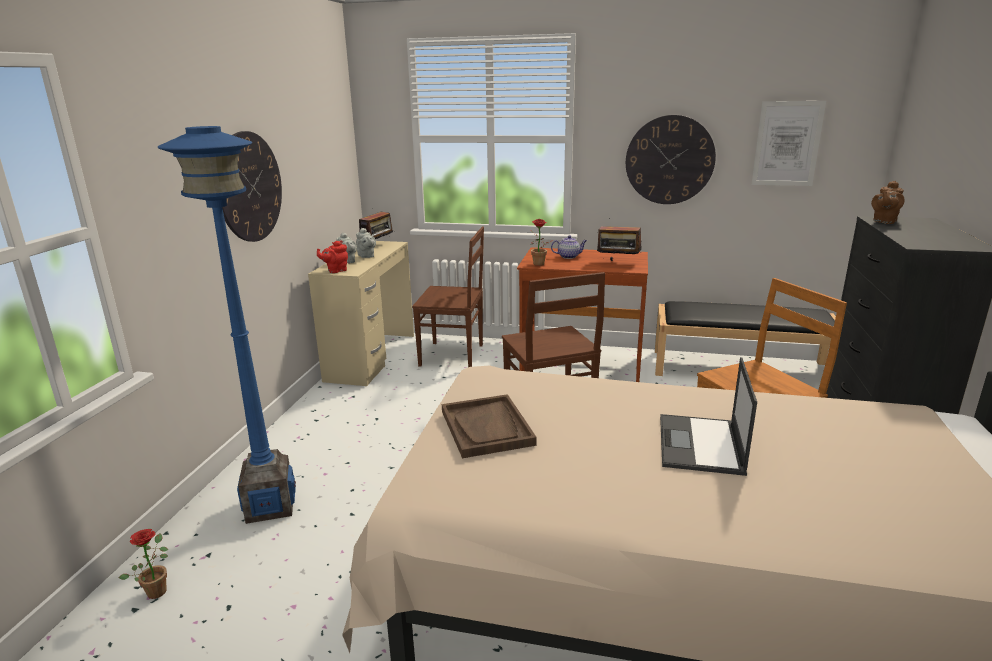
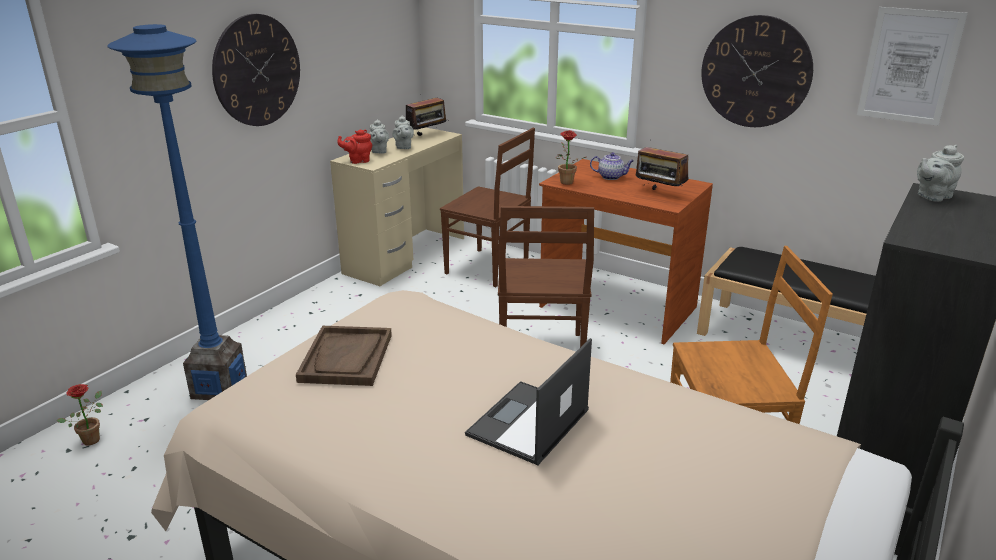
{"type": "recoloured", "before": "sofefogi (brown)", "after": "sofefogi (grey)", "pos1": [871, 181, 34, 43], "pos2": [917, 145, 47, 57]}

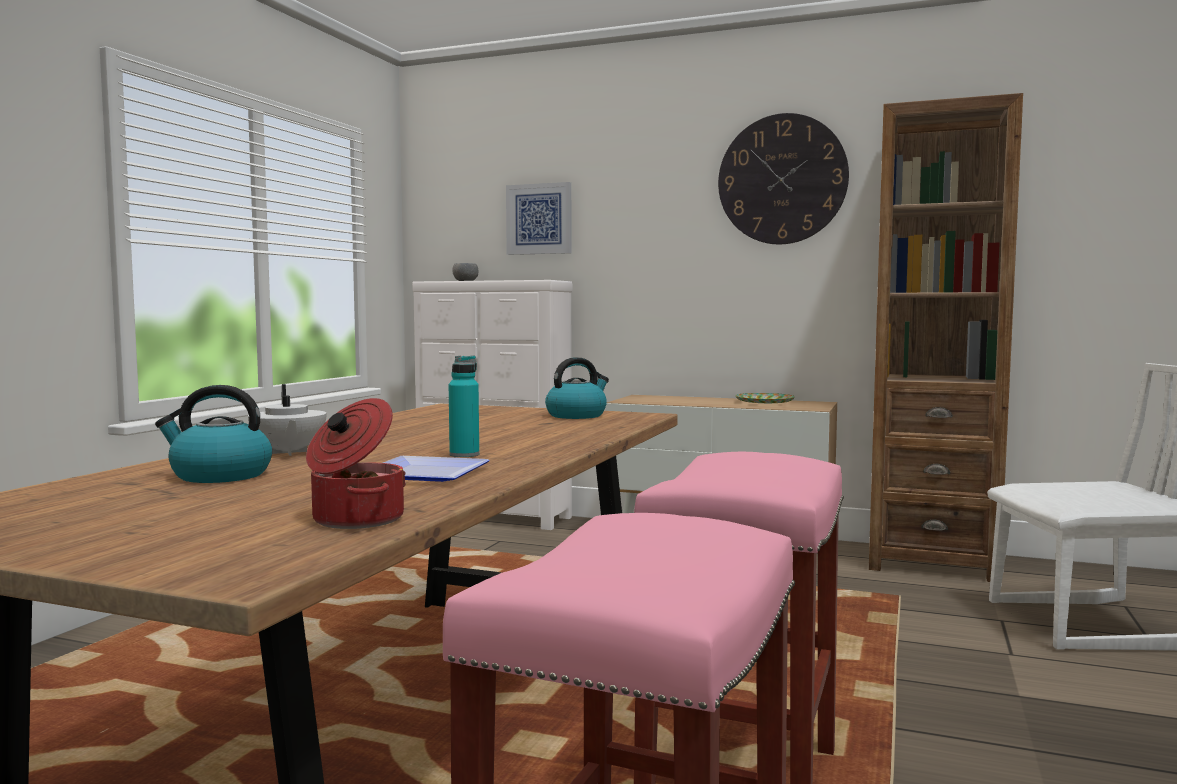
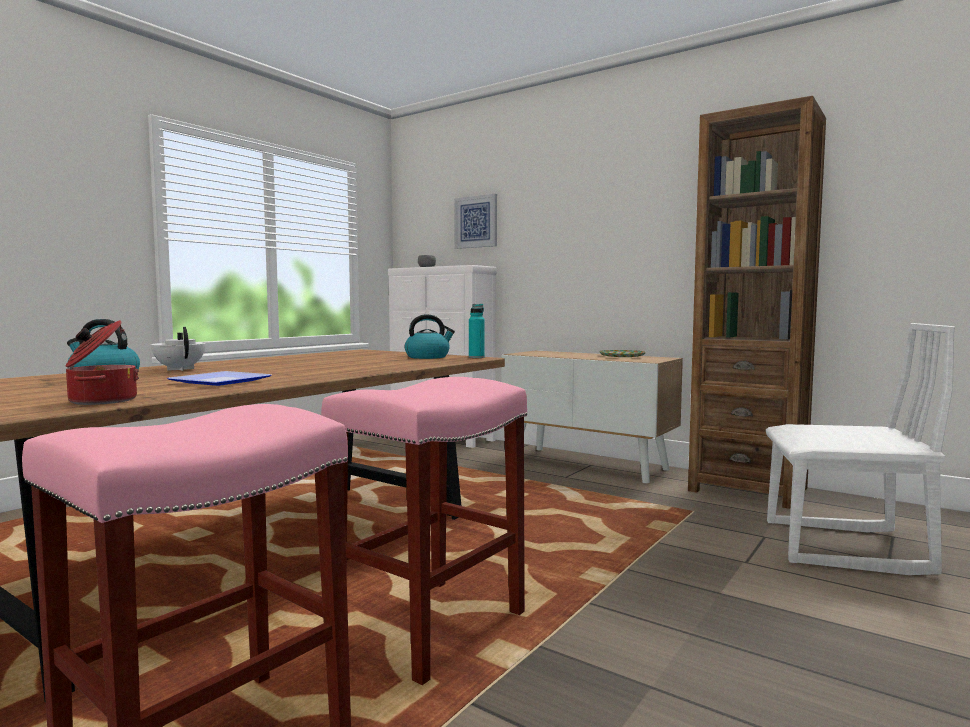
{"type": "removed", "before": "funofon", "pos1": [718, 113, 131, 131]}
{"type": "moved", "before": "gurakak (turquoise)", "pos1": [449, 355, 30, 102], "pos2": [469, 304, 16, 54]}
{"type": "turned", "before": "sofefogi (white)", "pos1": [248, 384, 78, 72], "pos2": [151, 327, 55, 44], "turn": 150}

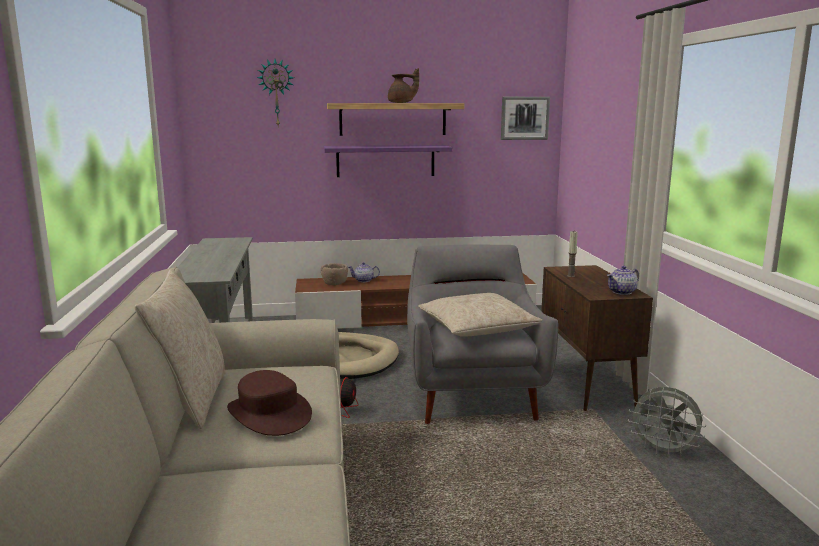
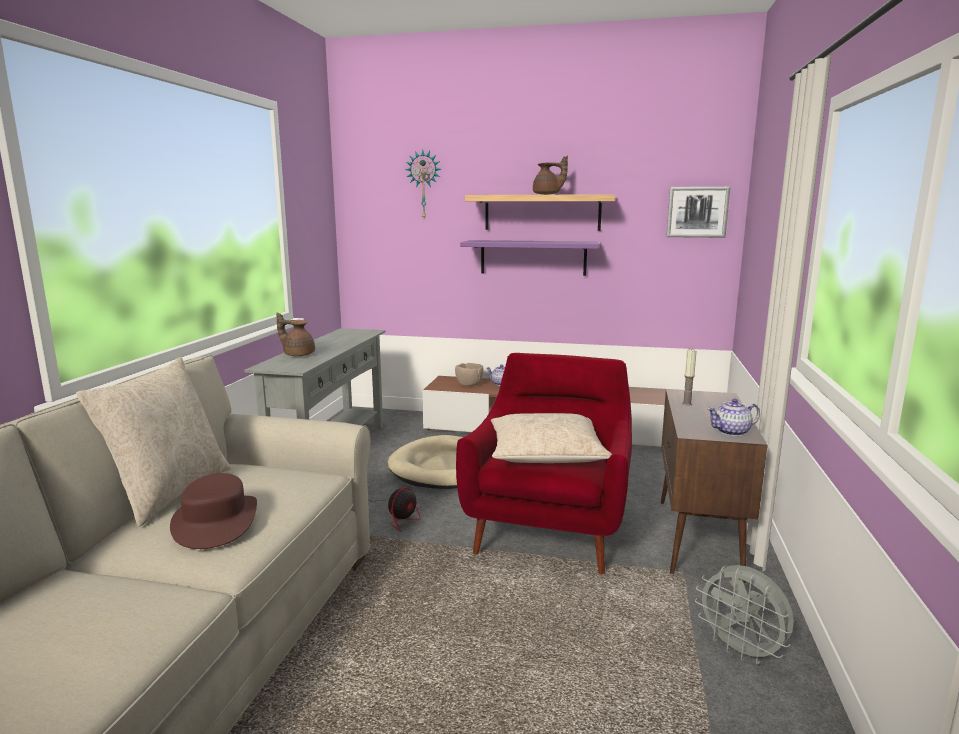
{"type": "recoloured", "before": "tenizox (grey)", "after": "tenizox (red)", "pos1": [407, 245, 151, 179], "pos2": [456, 353, 176, 222]}
{"type": "added", "after": "sofefogi (brown)", "pos2": [276, 313, 39, 43]}

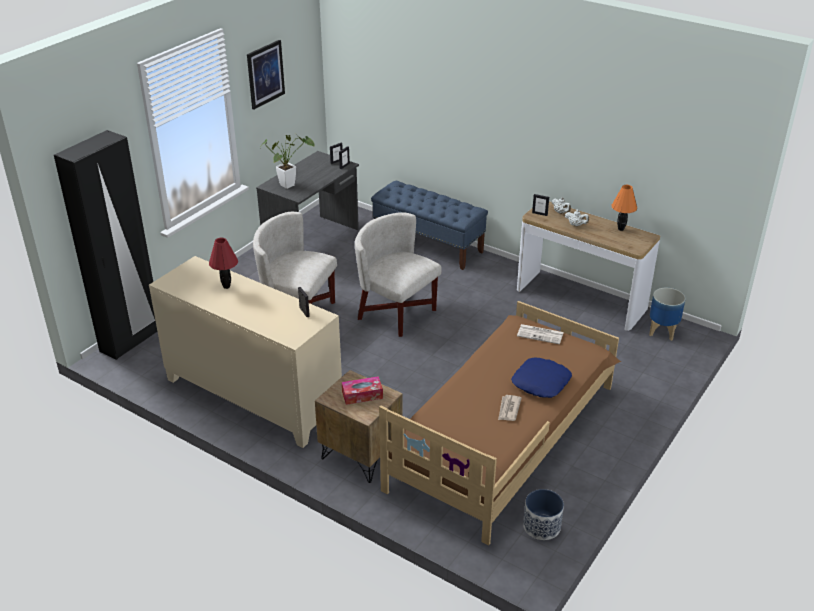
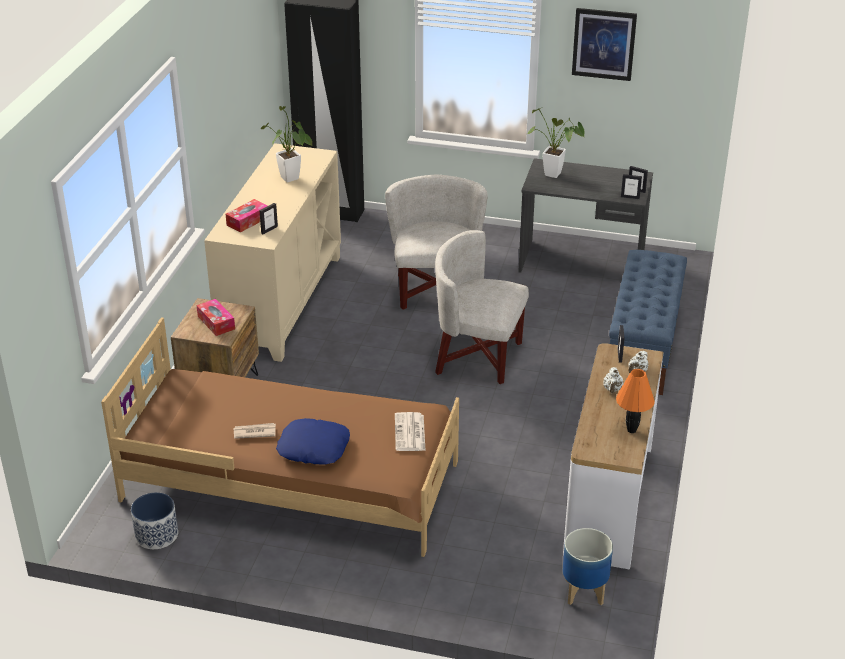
{"type": "turned", "before": "tenizox (white)", "pos1": [355, 212, 87, 125], "pos2": [435, 230, 94, 154], "turn": -90}
{"type": "replaced", "before": "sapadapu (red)", "after": "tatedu", "pos1": [209, 238, 29, 51], "pos2": [261, 106, 51, 76]}
{"type": "added", "after": "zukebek", "pos2": [226, 199, 42, 34]}

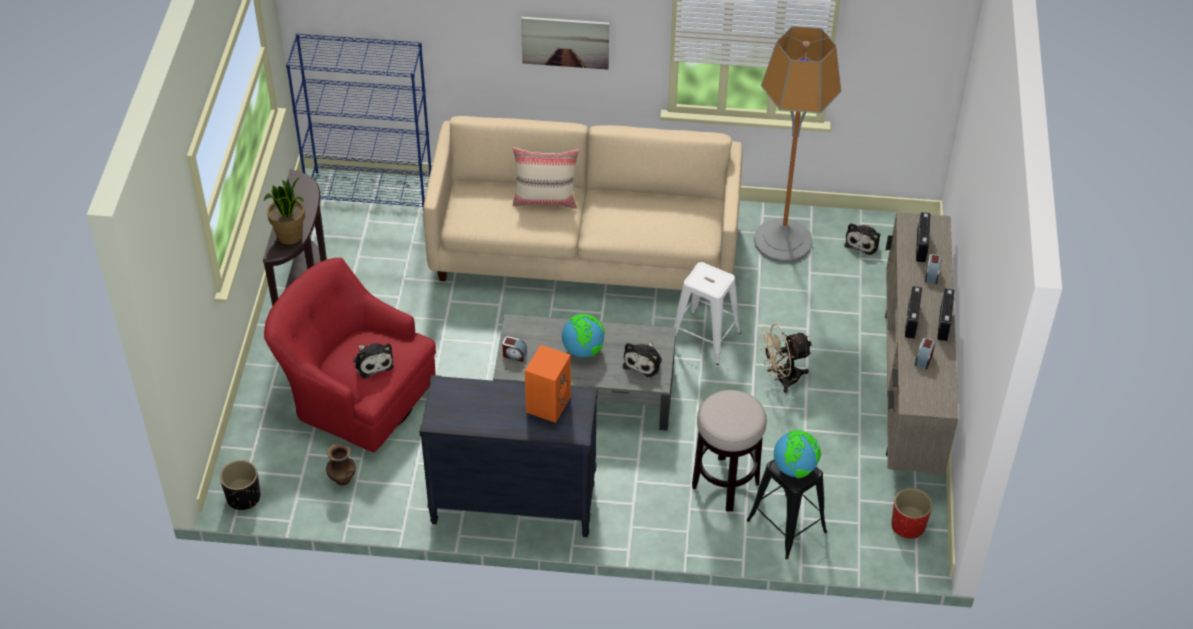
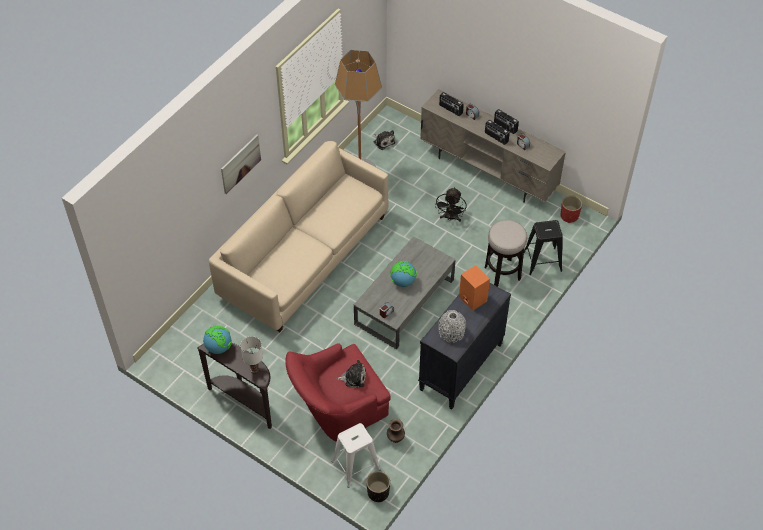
{"type": "removed", "before": "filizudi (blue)", "pos1": [286, 33, 145, 174]}
{"type": "removed", "before": "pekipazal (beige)", "pos1": [513, 147, 66, 62]}
{"type": "replaced", "before": "tatedu", "after": "sapadapu (white)", "pos1": [263, 176, 42, 69], "pos2": [240, 336, 23, 38]}
{"type": "moved", "before": "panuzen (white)", "pos1": [674, 262, 67, 103], "pos2": [332, 423, 49, 65]}
{"type": "recoloured", "before": "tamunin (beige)", "after": "tamunin (black)", "pos1": [759, 324, 53, 69], "pos2": [435, 187, 32, 35]}
{"type": "removed", "before": "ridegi", "pos1": [623, 342, 39, 35]}
{"type": "moved", "before": "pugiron", "pos1": [774, 430, 47, 48], "pos2": [203, 326, 29, 28]}
{"type": "added", "after": "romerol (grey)", "pos2": [438, 310, 28, 33]}

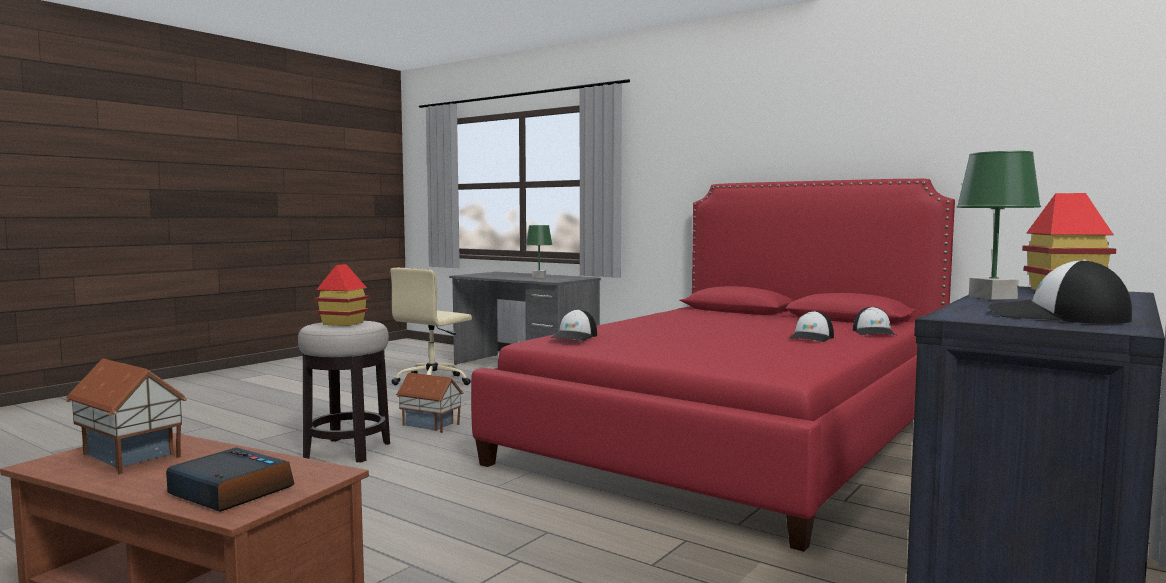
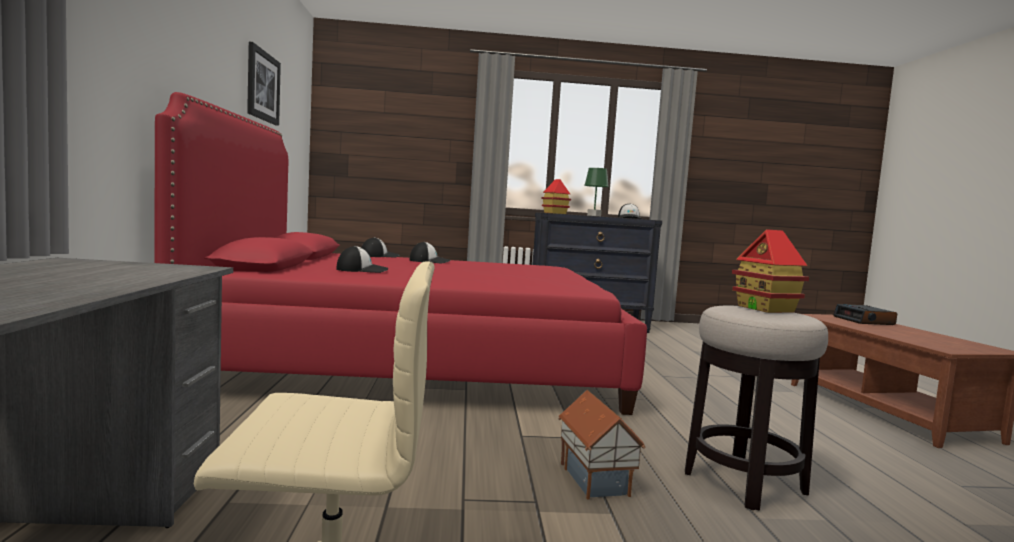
{"type": "removed", "before": "sapadapu (green)", "pos1": [526, 225, 27, 53]}
{"type": "moved", "before": "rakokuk", "pos1": [550, 309, 47, 32], "pos2": [336, 246, 52, 27]}
{"type": "removed", "before": "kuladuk", "pos1": [66, 358, 121, 116]}
{"type": "added", "after": "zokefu", "pos2": [247, 41, 34, 85]}

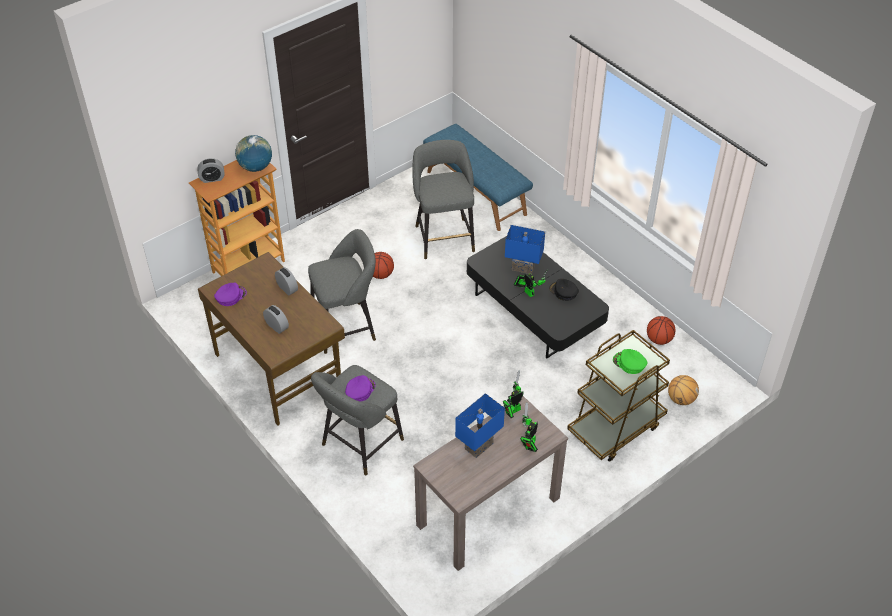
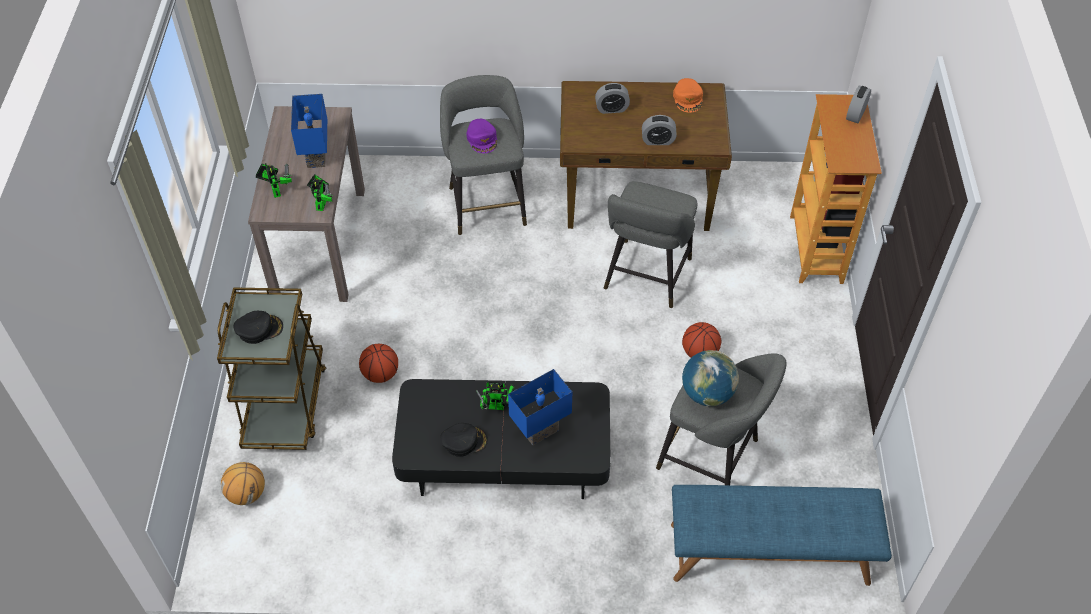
{"type": "moved", "before": "pugiron", "pos1": [235, 135, 37, 37], "pos2": [682, 350, 57, 57]}
{"type": "recoloured", "before": "rakokuk (purple)", "after": "rakokuk (orange)", "pos1": [214, 283, 33, 23], "pos2": [673, 78, 30, 35]}
{"type": "moved", "before": "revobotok", "pos1": [647, 316, 28, 29], "pos2": [359, 344, 39, 39]}
{"type": "recoloured", "before": "rakokuk (green)", "after": "rakokuk (black)", "pos1": [613, 349, 35, 25], "pos2": [233, 311, 50, 33]}

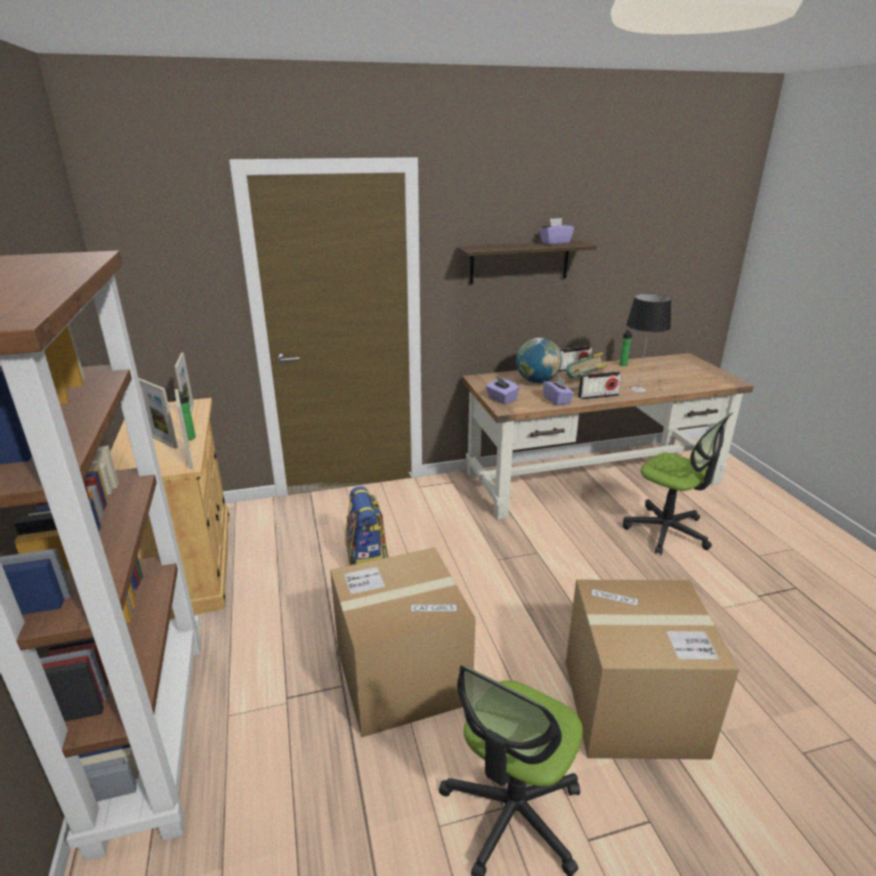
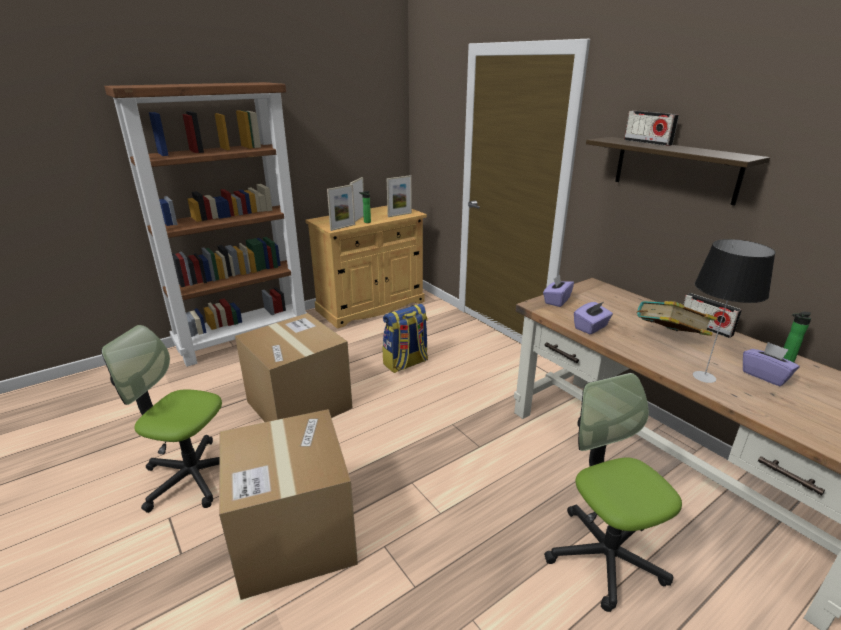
{"type": "moved", "before": "zukebek (purple)", "pos1": [539, 218, 35, 27], "pos2": [743, 342, 57, 44]}
{"type": "removed", "before": "pugiron", "pos1": [516, 338, 46, 45]}
{"type": "moved", "before": "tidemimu", "pos1": [578, 371, 44, 28], "pos2": [624, 111, 55, 35]}
{"type": "turned", "before": "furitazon", "pos1": [623, 412, 110, 143], "pos2": [544, 373, 138, 239], "turn": 135}

